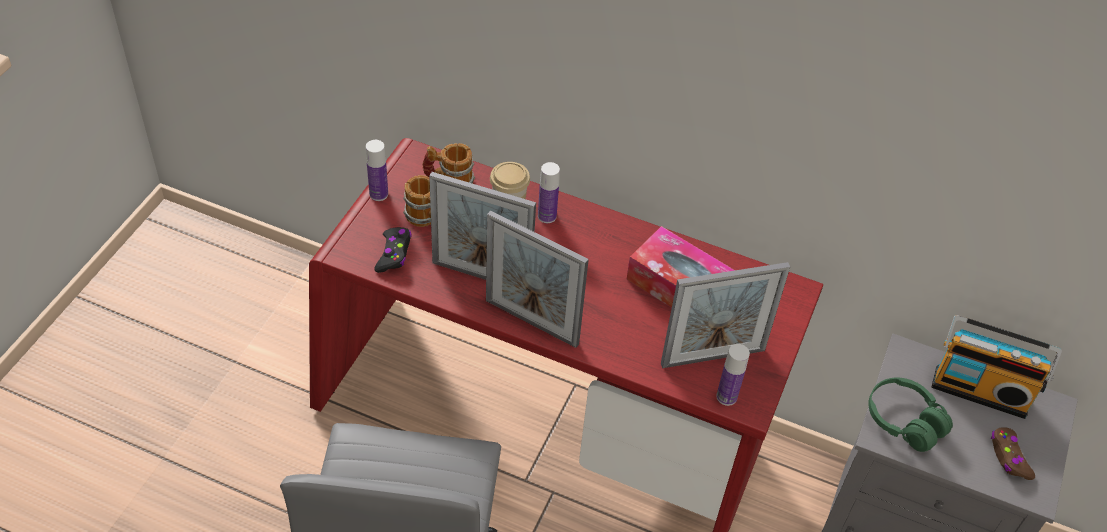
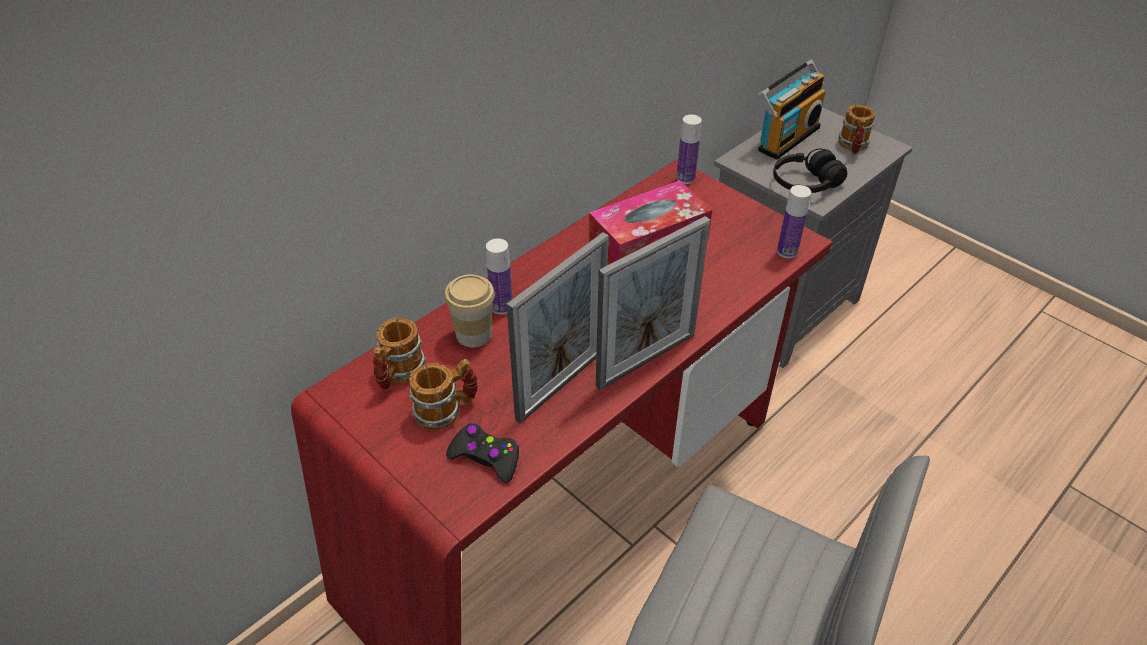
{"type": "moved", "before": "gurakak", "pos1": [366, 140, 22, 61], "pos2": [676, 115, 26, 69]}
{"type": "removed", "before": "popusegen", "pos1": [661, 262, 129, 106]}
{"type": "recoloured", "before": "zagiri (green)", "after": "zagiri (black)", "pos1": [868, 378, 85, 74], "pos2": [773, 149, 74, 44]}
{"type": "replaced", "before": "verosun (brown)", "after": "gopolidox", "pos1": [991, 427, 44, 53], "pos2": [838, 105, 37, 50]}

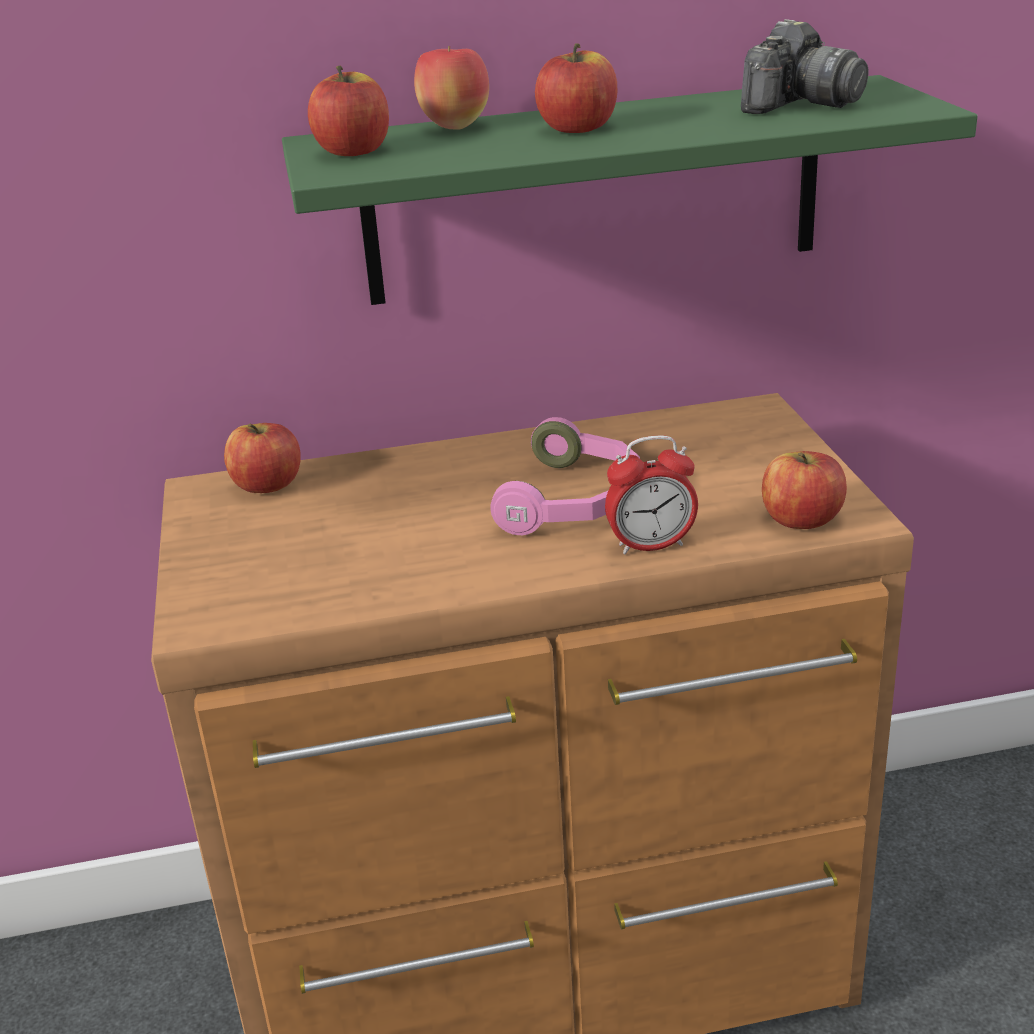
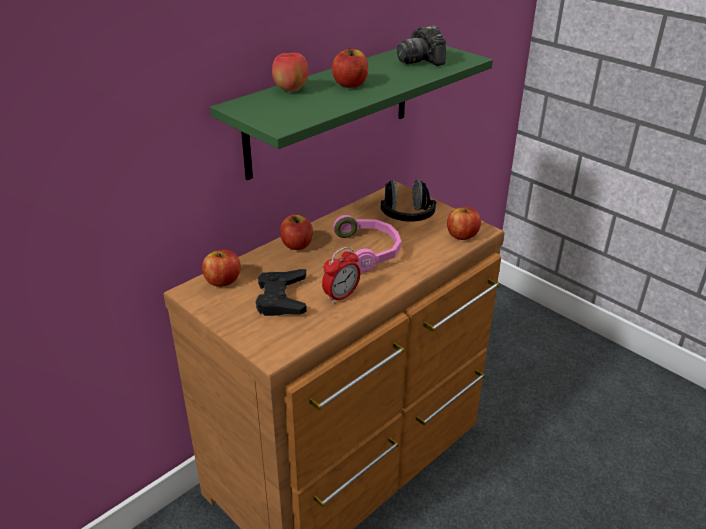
{"type": "turned", "before": "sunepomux", "pos1": [741, 19, 128, 95], "pos2": [397, 25, 49, 41], "turn": 150}
{"type": "moved", "before": "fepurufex", "pos1": [308, 66, 81, 90], "pos2": [280, 215, 33, 35]}
{"type": "moved", "before": "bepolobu", "pos1": [605, 435, 93, 119], "pos2": [322, 247, 38, 57]}
{"type": "added", "after": "zagiri (black)", "pos2": [381, 180, 55, 42]}
{"type": "added", "after": "verosun (black)", "pos2": [256, 269, 51, 47]}

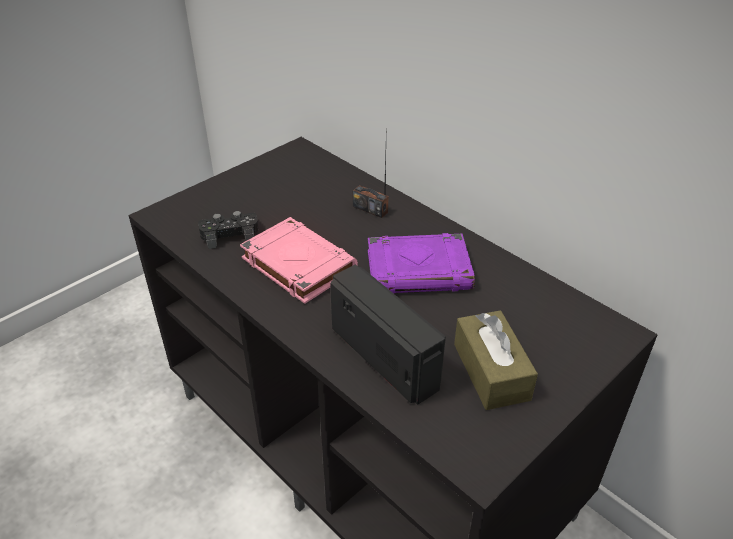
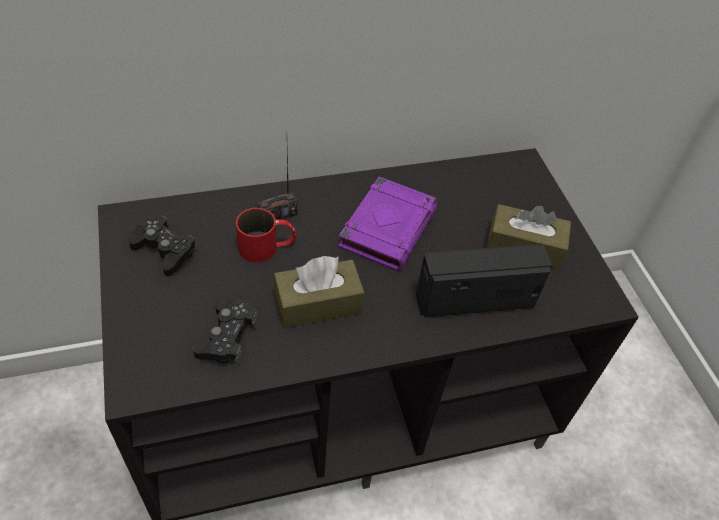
{"type": "replaced", "before": "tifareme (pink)", "after": "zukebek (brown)", "pos1": [240, 217, 118, 87], "pos2": [274, 256, 91, 72]}
{"type": "added", "after": "gopolidox (red)", "pos2": [236, 208, 61, 54]}
{"type": "added", "after": "verosun (black)", "pos2": [128, 216, 69, 60]}

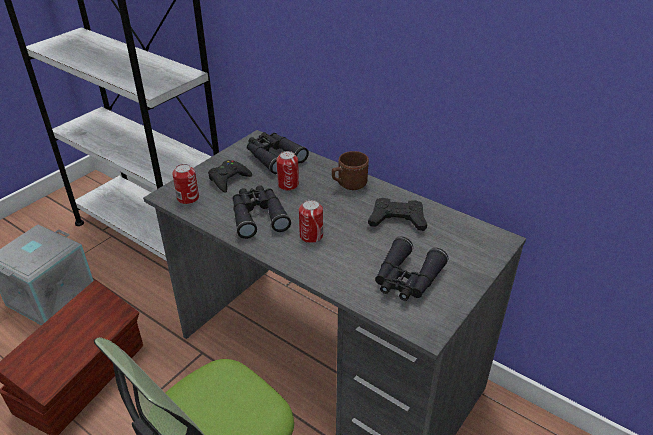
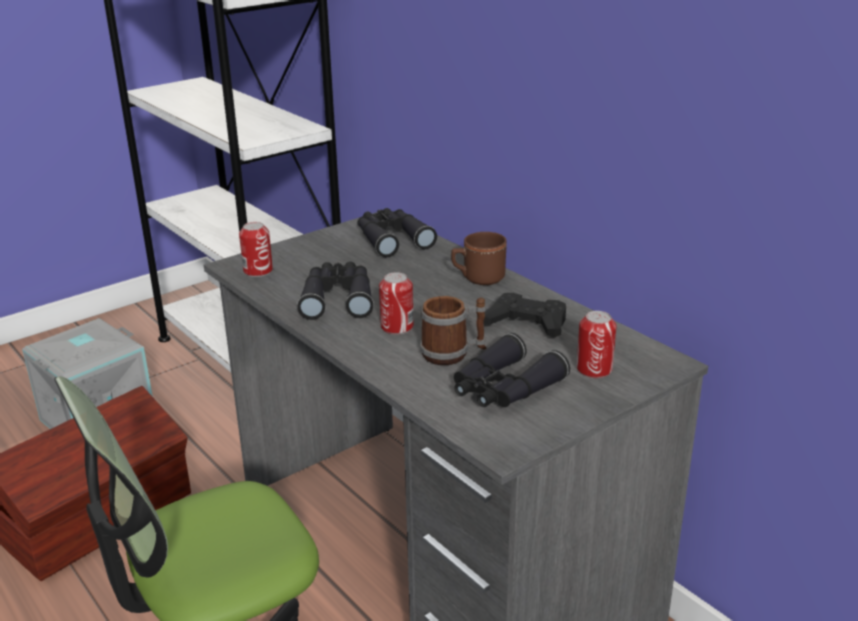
{"type": "moved", "before": "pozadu", "pos1": [277, 151, 22, 40], "pos2": [577, 311, 40, 67]}
{"type": "removed", "before": "verosun (black)", "pos1": [208, 160, 44, 33]}
{"type": "added", "after": "gopolidox", "pos2": [420, 296, 67, 69]}

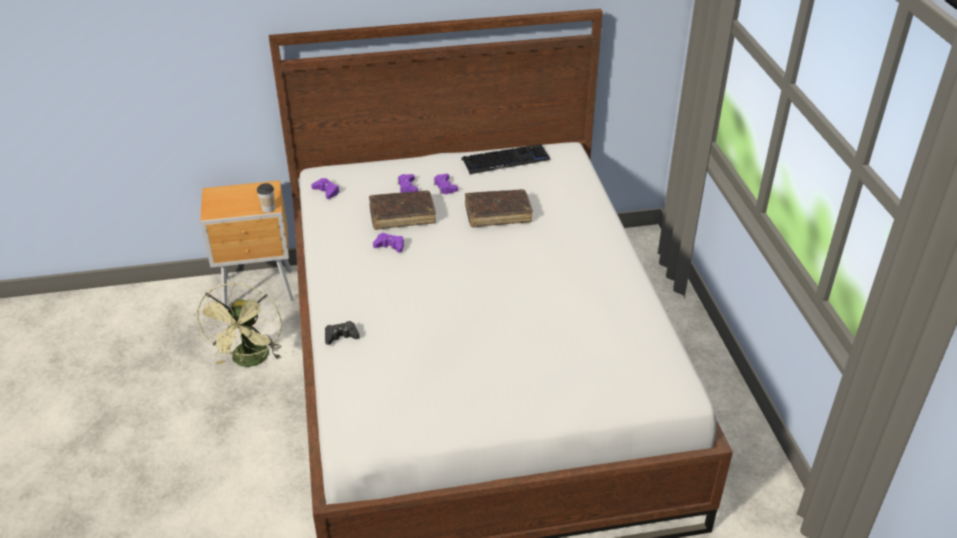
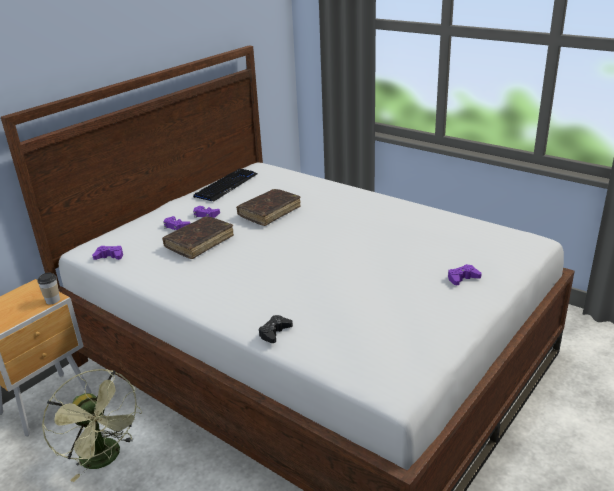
{"type": "moved", "before": "verosun (purple)", "pos1": [373, 233, 31, 20], "pos2": [448, 264, 34, 21]}

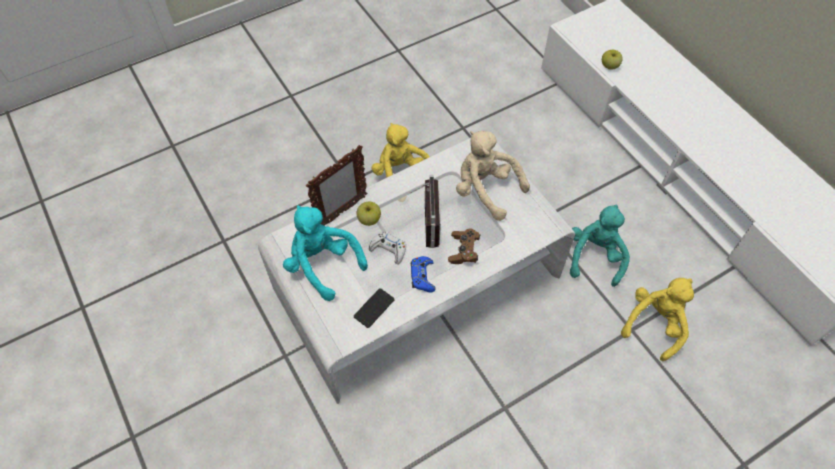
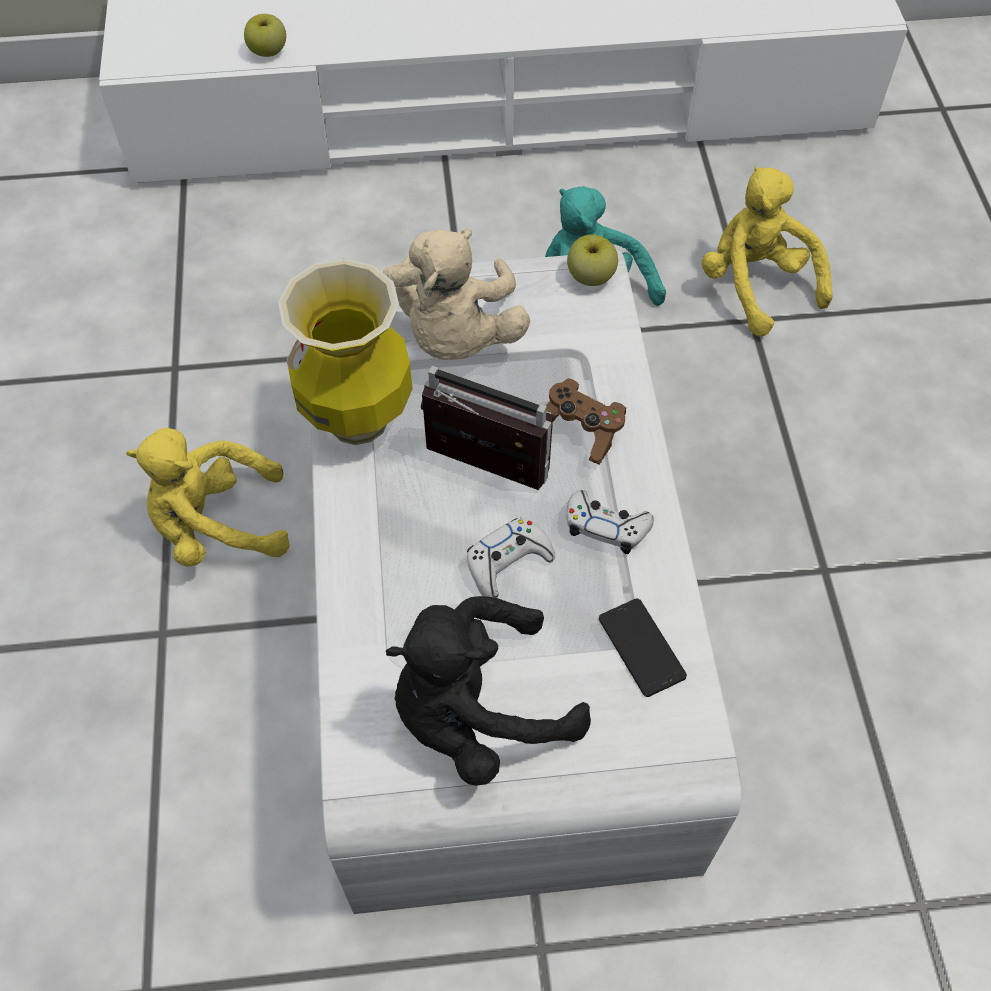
{"type": "turned", "before": "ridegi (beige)", "pos1": [456, 131, 74, 90], "pos2": [383, 228, 147, 132], "turn": -60}
{"type": "removed", "before": "popusegen", "pos1": [306, 145, 61, 81]}
{"type": "moved", "before": "fepurufex", "pos1": [356, 201, 25, 25], "pos2": [567, 234, 51, 52]}
{"type": "recoloured", "before": "ridegi (turquoise)", "after": "ridegi (black)", "pos1": [283, 205, 85, 96], "pos2": [386, 596, 205, 190]}
{"type": "recoloured", "before": "verosun (blue)", "after": "verosun (white)", "pos1": [411, 256, 25, 36], "pos2": [566, 490, 88, 64]}
{"type": "added", "after": "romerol", "pos2": [278, 258, 135, 187]}

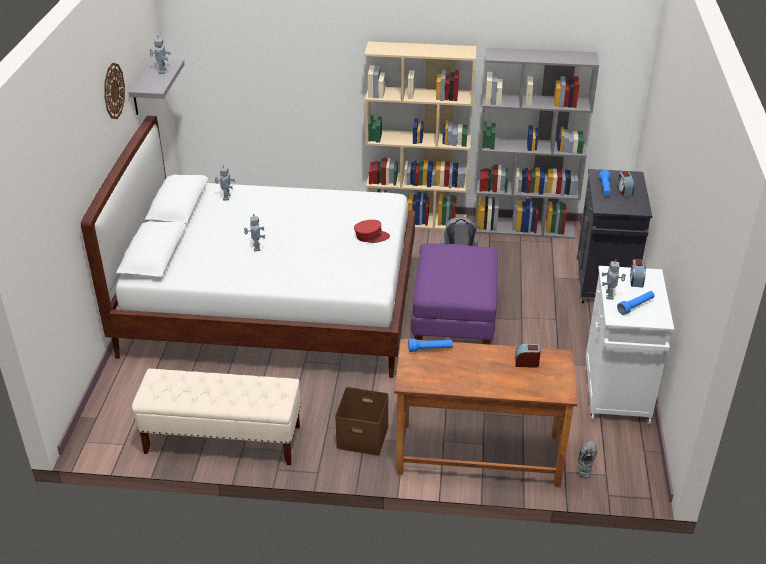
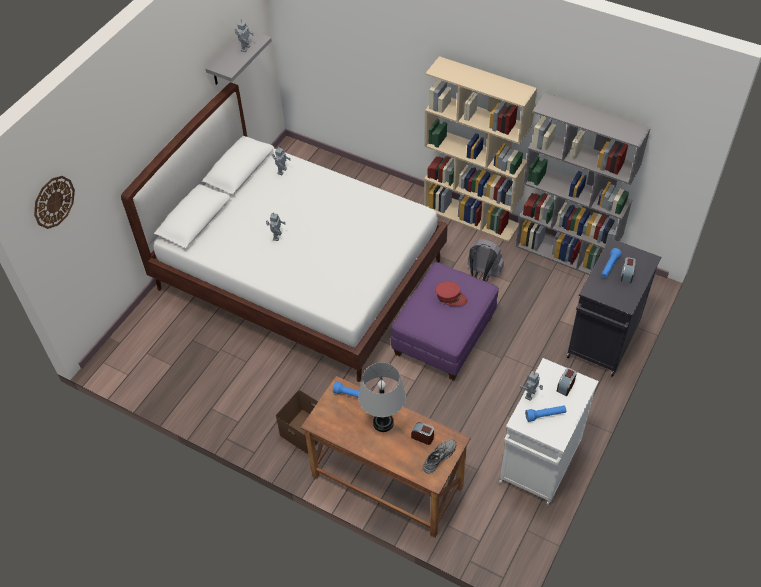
{"type": "moved", "before": "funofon", "pos1": [104, 63, 21, 56], "pos2": [34, 176, 41, 53]}
{"type": "moved", "before": "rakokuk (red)", "pos1": [354, 220, 36, 23], "pos2": [436, 281, 32, 25]}
{"type": "removed", "before": "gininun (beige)", "pos1": [132, 368, 169, 97]}
{"type": "moved", "before": "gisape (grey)", "pos1": [577, 441, 20, 37], "pos2": [423, 439, 33, 35]}
{"type": "added", "after": "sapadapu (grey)", "pos2": [358, 362, 48, 70]}

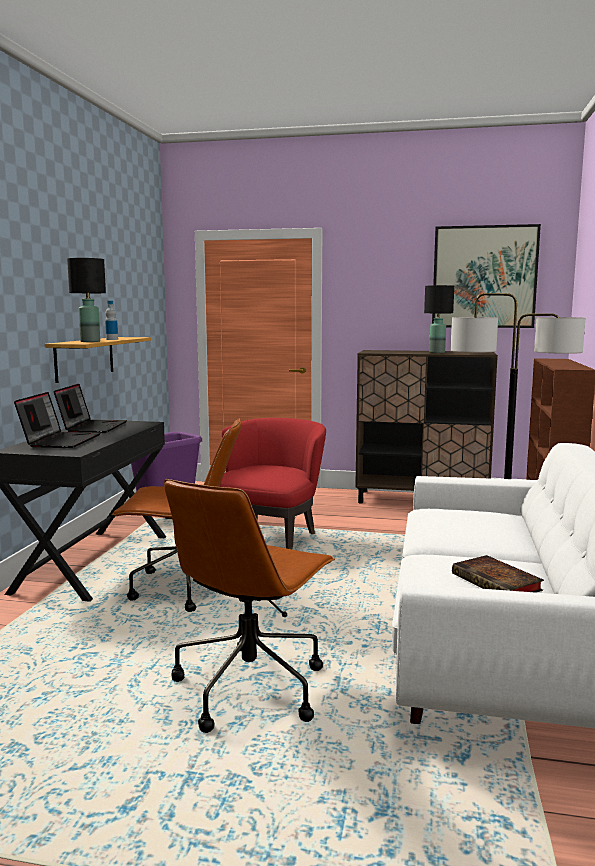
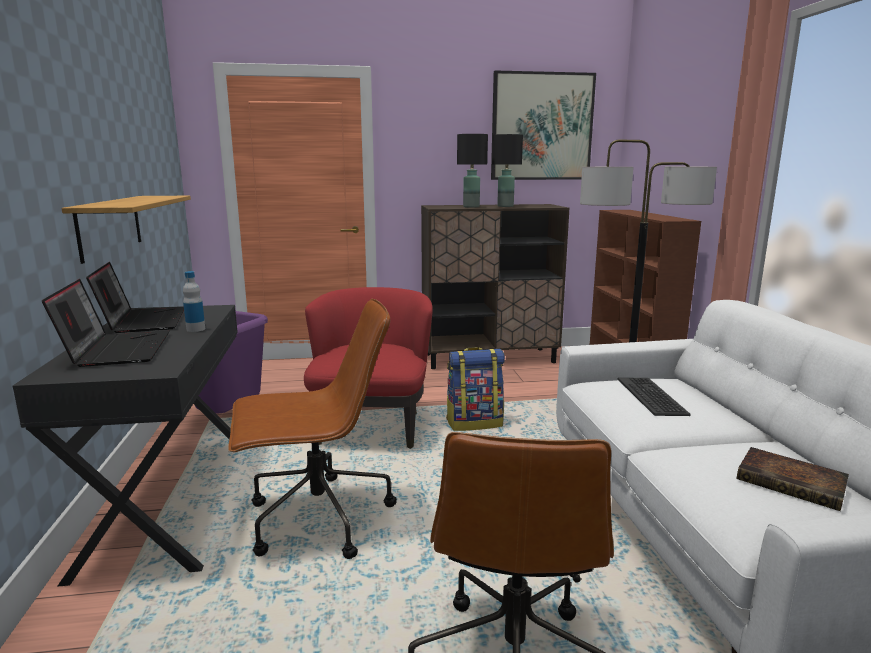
{"type": "moved", "before": "sapadapu (black)", "pos1": [67, 258, 39, 84], "pos2": [457, 134, 31, 74]}
{"type": "moved", "before": "gurakak", "pos1": [105, 301, 13, 39], "pos2": [183, 271, 22, 61]}
{"type": "added", "after": "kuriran", "pos2": [446, 347, 59, 84]}
{"type": "added", "after": "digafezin", "pos2": [617, 377, 74, 39]}

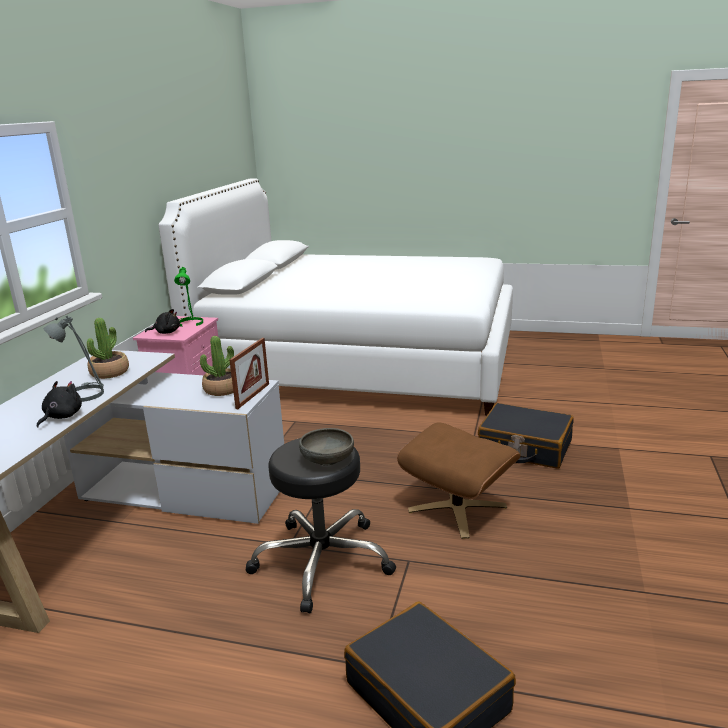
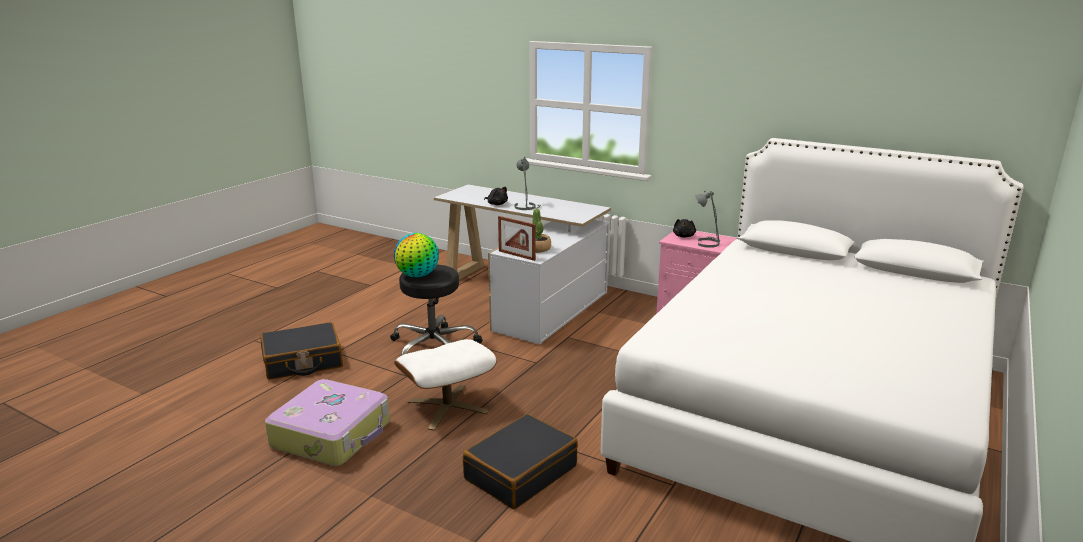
{"type": "recoloured", "before": "sapadapu (green)", "after": "sapadapu (grey)", "pos1": [174, 267, 29, 60], "pos2": [695, 191, 25, 57]}
{"type": "removed", "before": "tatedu", "pos1": [87, 318, 42, 61]}
{"type": "recoloured", "before": "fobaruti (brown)", "after": "fobaruti (white)", "pos1": [397, 422, 124, 117], "pos2": [394, 339, 103, 92]}
{"type": "replaced", "before": "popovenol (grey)", "after": "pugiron", "pos1": [299, 428, 55, 38], "pos2": [394, 233, 45, 44]}
{"type": "added", "after": "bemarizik", "pos2": [265, 379, 125, 87]}

